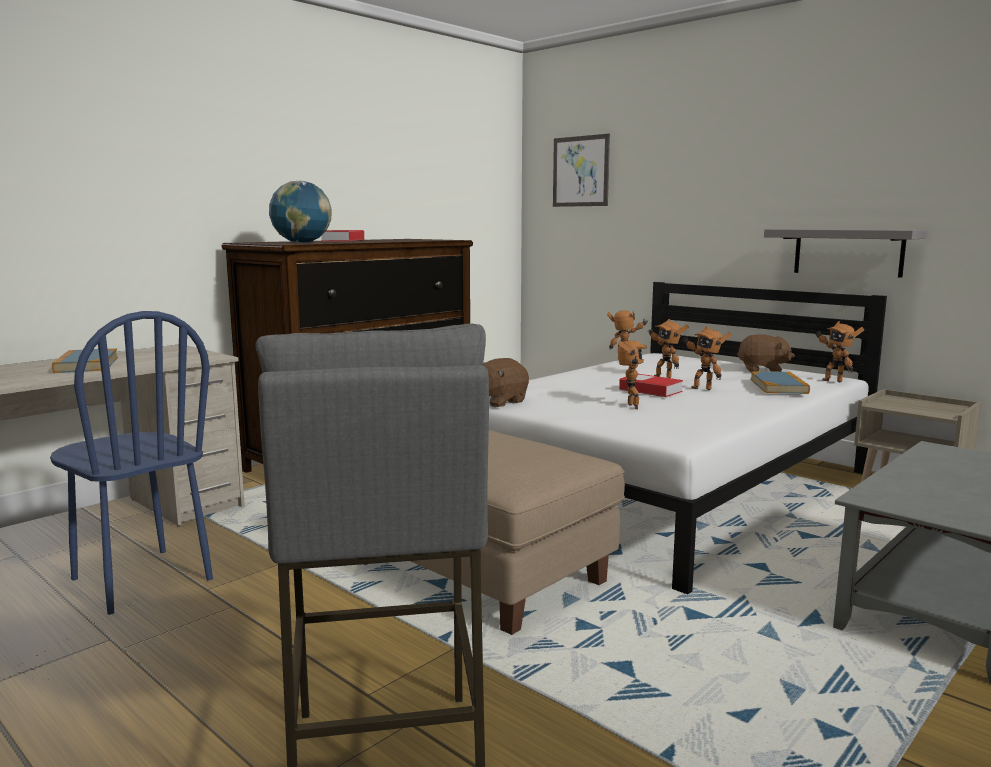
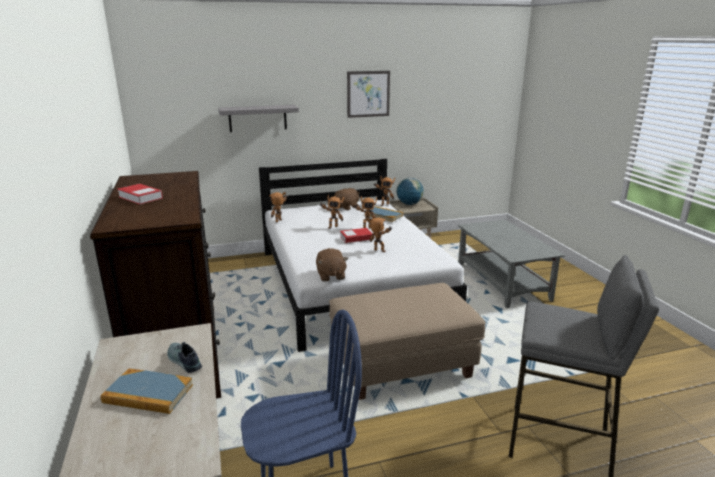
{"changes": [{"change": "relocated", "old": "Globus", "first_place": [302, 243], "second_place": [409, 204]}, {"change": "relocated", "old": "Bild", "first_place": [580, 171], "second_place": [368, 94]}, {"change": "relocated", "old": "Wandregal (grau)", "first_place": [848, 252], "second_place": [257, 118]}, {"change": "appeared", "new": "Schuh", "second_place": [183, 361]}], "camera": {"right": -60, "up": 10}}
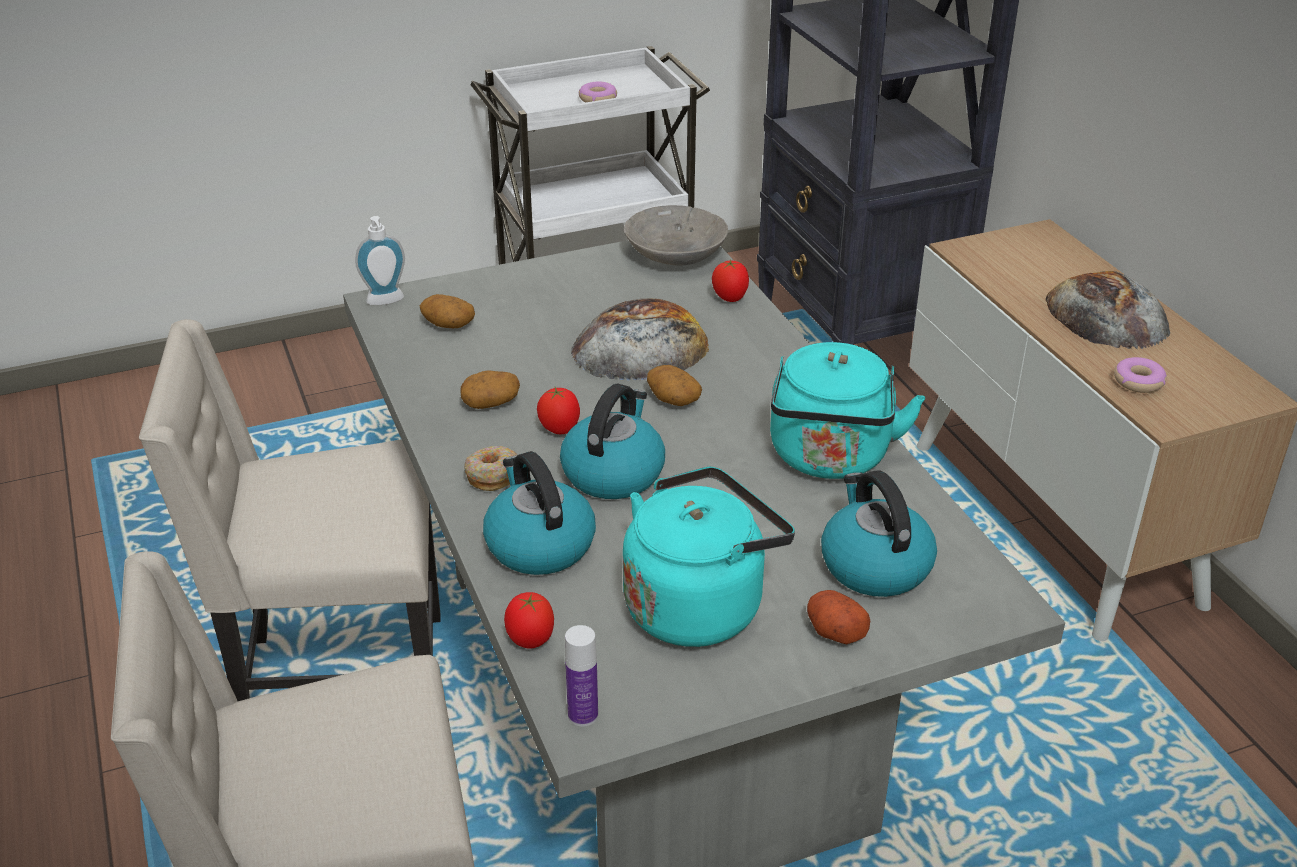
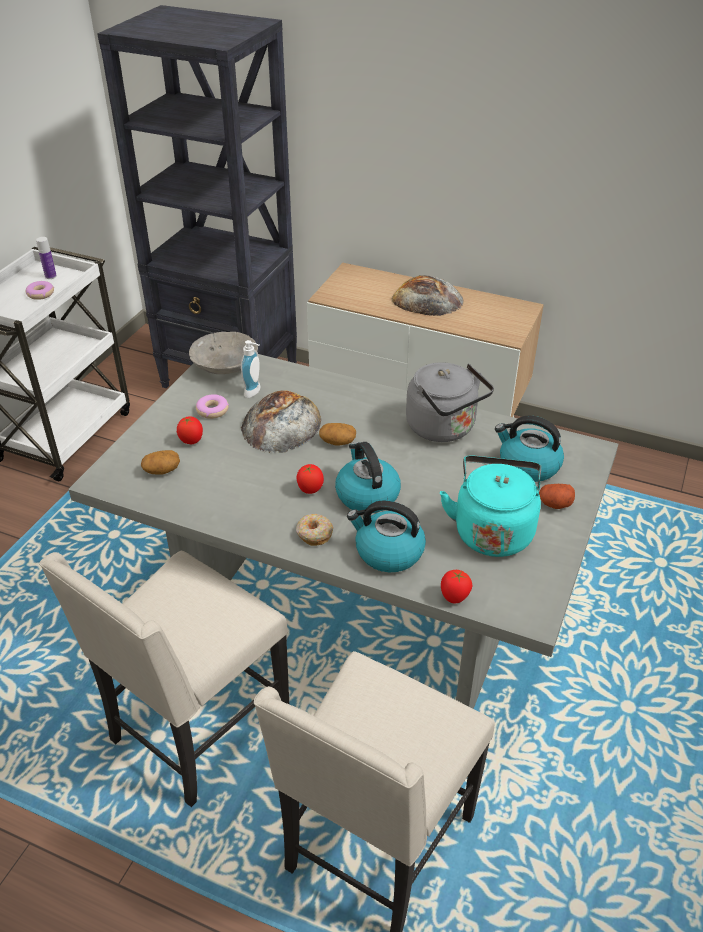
{"changes": [{"change": "relocated", "old": "Seifenspender", "first_place": [386, 302], "second_place": [255, 392]}, {"change": "missing", "old": "Kartoffel", "first_place": [491, 402]}, {"change": "relocated", "old": "Flasche", "first_place": [583, 715], "second_place": [50, 276]}, {"change": "relocated", "old": "Tomate", "first_place": [730, 299], "second_place": [191, 441]}, {"change": "colour", "old": "Wasserkessel (türkis)", "new": "Wasserkessel (grau)", "first_place": [830, 458], "second_place": [444, 428]}, {"change": "relocated", "old": "Donut", "first_place": [1138, 382], "second_place": [212, 410]}], "camera": {"right": -45, "up": 5}}
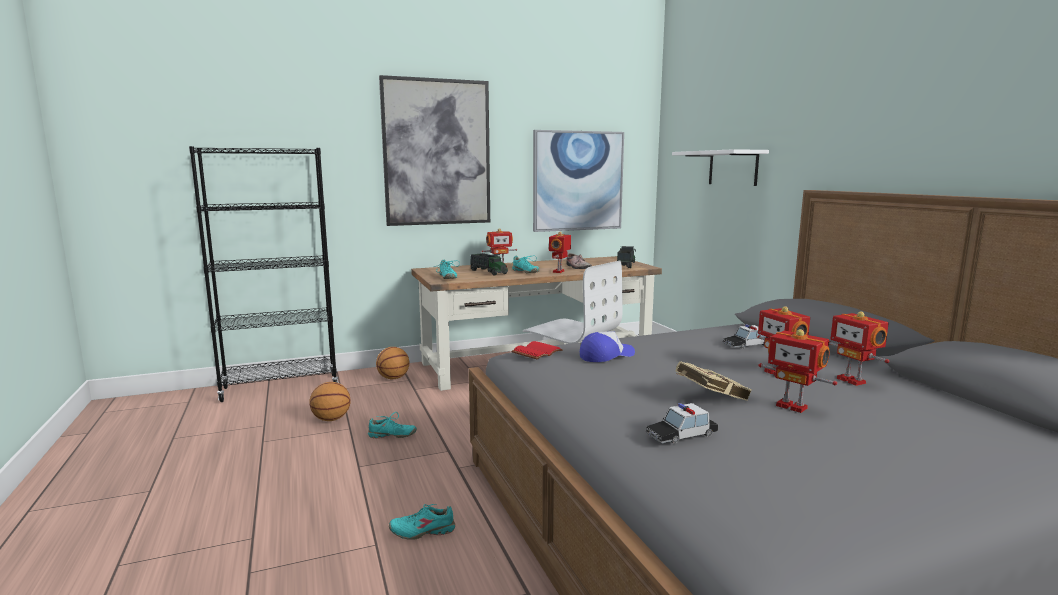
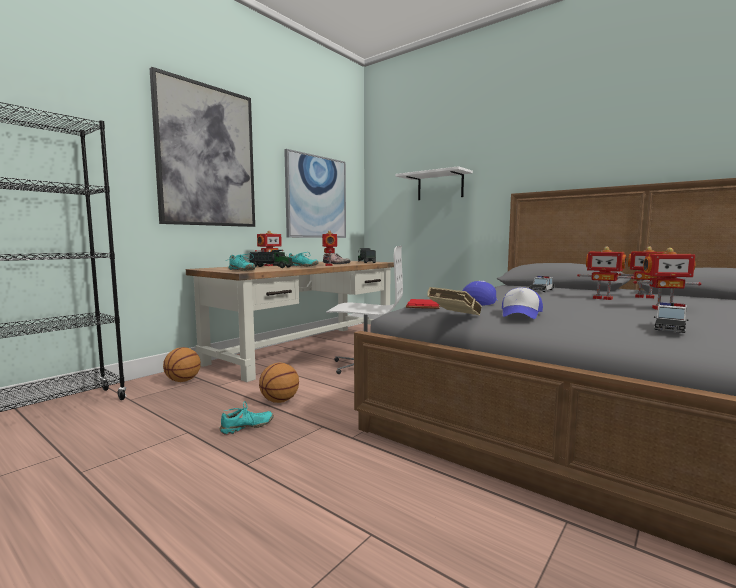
{"changes": [{"change": "relocated", "old": "Basketball", "first_place": [331, 419], "second_place": [279, 401]}, {"change": "missing", "old": "Schuh (türkis)", "first_place": [422, 531]}, {"change": "relocated", "old": "Buch (beige)", "first_place": [708, 398], "second_place": [452, 317]}, {"change": "appeared", "new": "Kappe", "second_place": [521, 314]}], "camera": {"right": -30, "up": -5}}
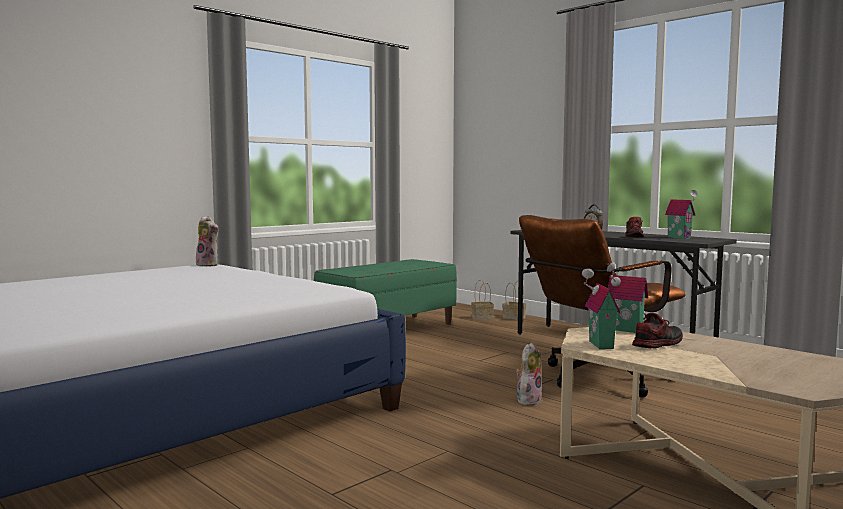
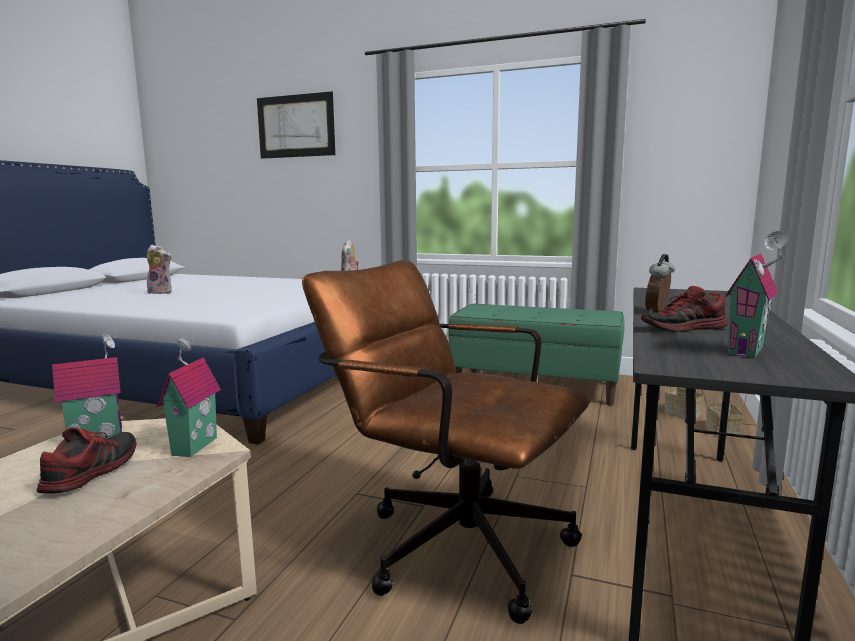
{"changes": [{"change": "relocated", "old": "Plüschtier", "first_place": [528, 400], "second_place": [161, 292]}, {"change": "spun", "old": "Schuh", "first_place": [657, 344], "second_place": [91, 472], "degrees": -105}, {"change": "appeared", "new": "Bild", "second_place": [296, 126]}], "camera": {"right": 65, "up": 5}}
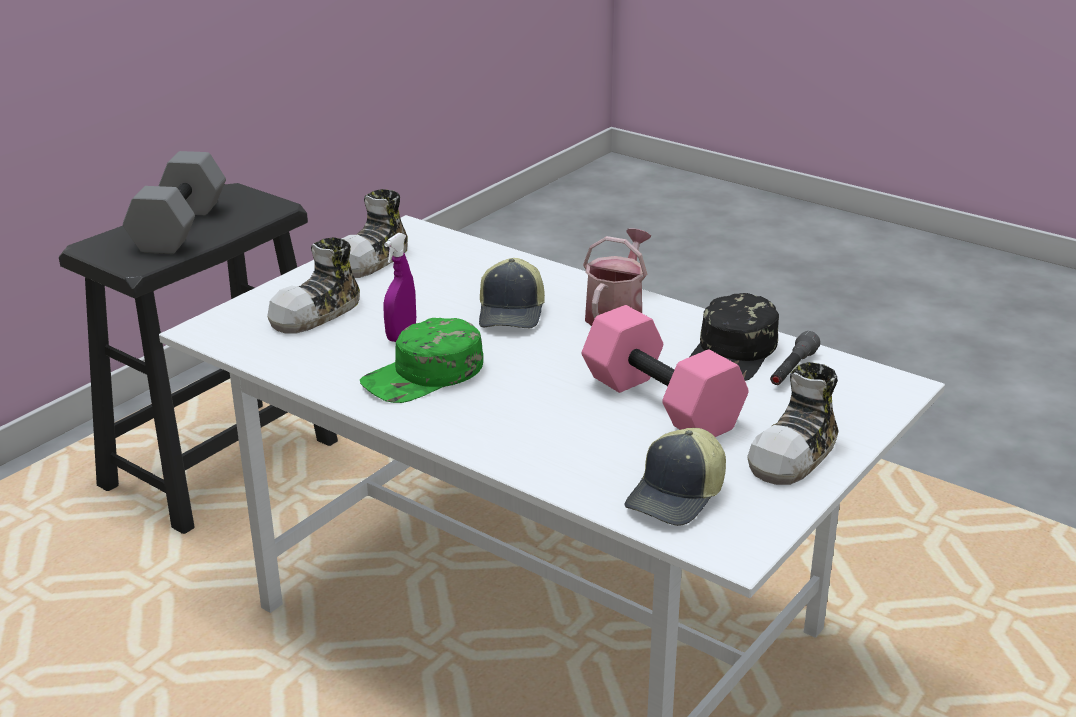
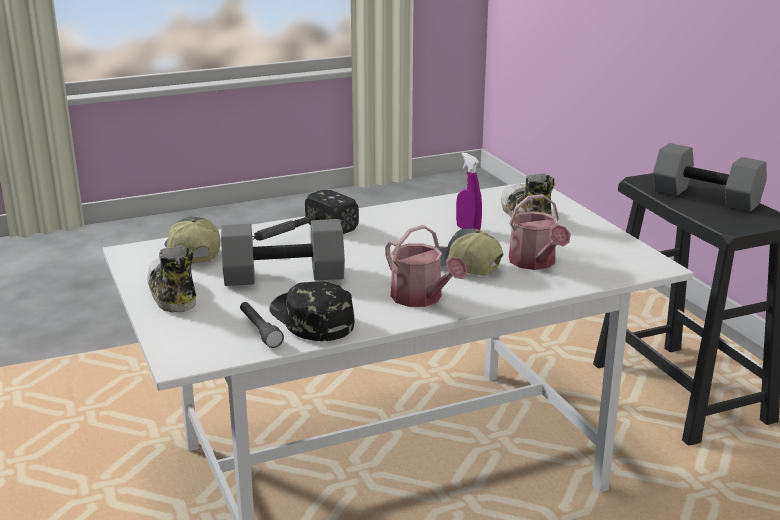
{"changes": [{"change": "missing", "old": "Schuh", "first_place": [373, 260]}, {"change": "missing", "old": "Kappe (grün)", "first_place": [424, 375]}, {"change": "colour", "old": "Hantel (rosa)", "new": "Hantel (grau)", "first_place": [664, 402], "second_place": [282, 277]}, {"change": "appeared", "new": "Hammer", "second_place": [299, 237]}, {"change": "appeared", "new": "Gießkanne", "second_place": [535, 263]}], "camera": {"right": 120, "up": -5}}
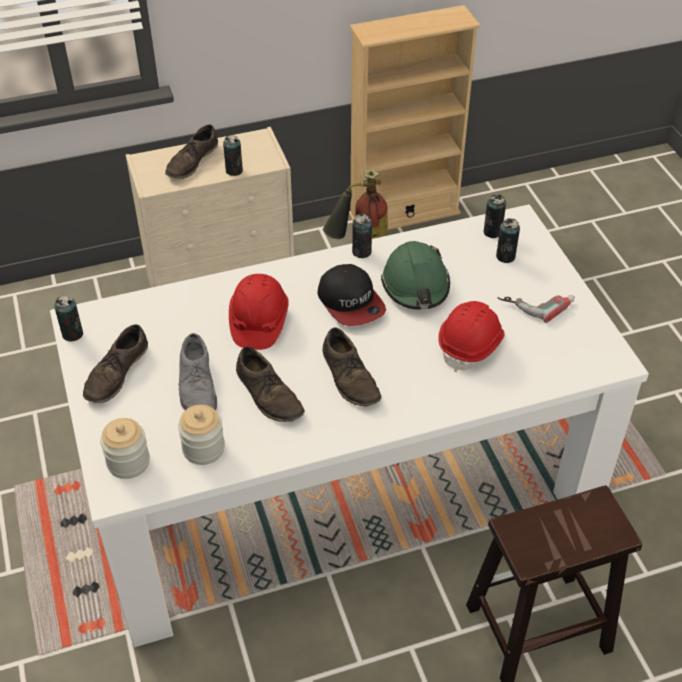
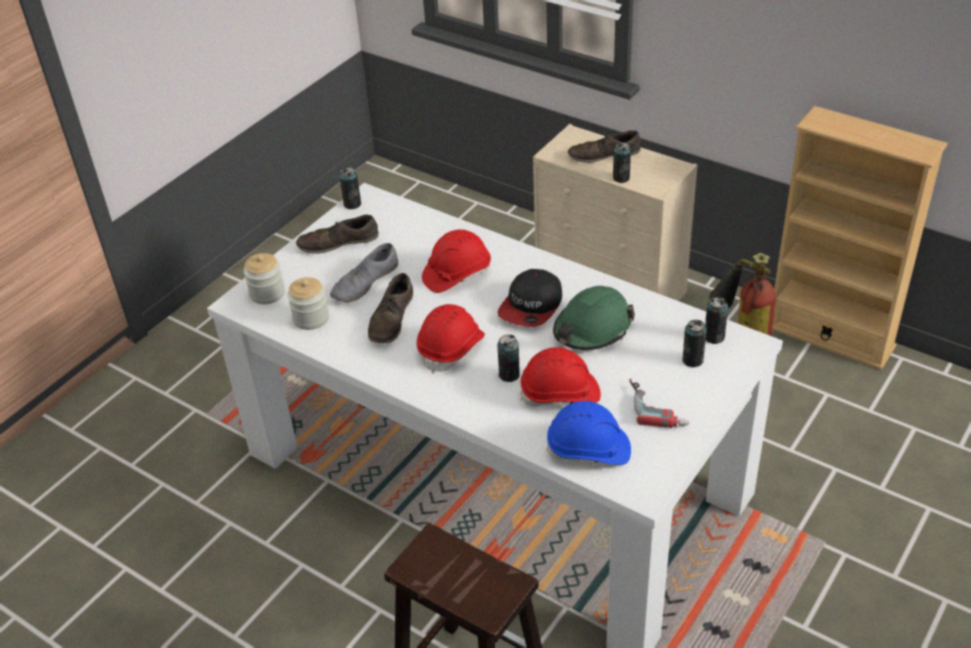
{"changes": [{"change": "exchanged", "old": "Schuh (braun)", "new": "Schutzhelm (rot)", "first_place": [350, 377], "second_place": [452, 348]}, {"change": "relocated", "old": "Dose", "first_place": [361, 252], "second_place": [509, 375]}, {"change": "appeared", "new": "Schutzhelm (blau)", "second_place": [589, 450]}], "camera": {"right": 55, "up": -5}}
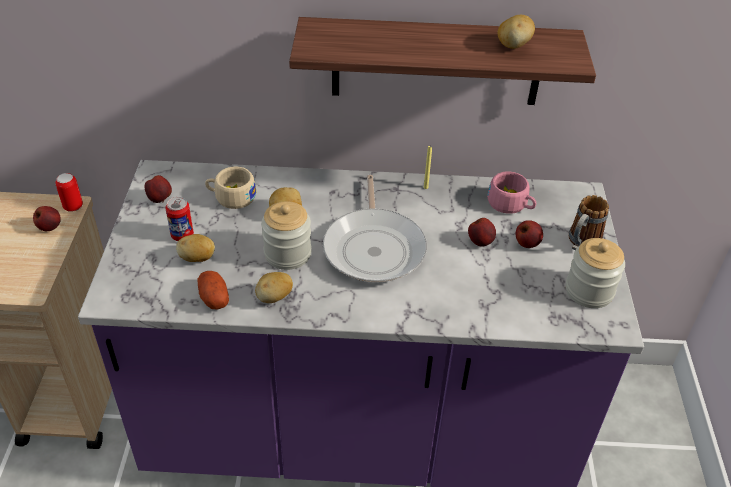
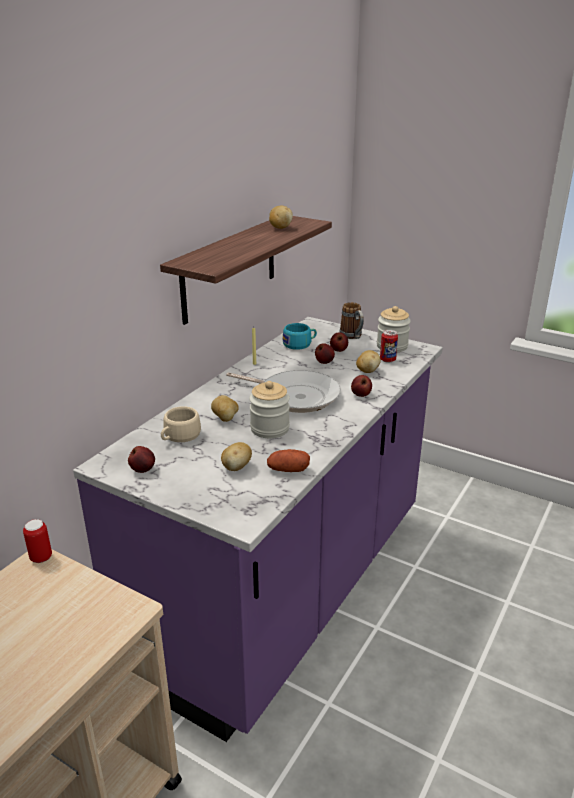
{"changes": [{"change": "relocated", "old": "Apfel", "first_place": [49, 227], "second_place": [361, 395]}, {"change": "relocated", "old": "Dose", "first_place": [182, 235], "second_place": [387, 360]}, {"change": "relocated", "old": "Kartoffel", "first_place": [274, 298], "second_place": [367, 371]}, {"change": "colour", "old": "Tasse (rosa)", "new": "Tasse (türkis)", "first_place": [511, 204], "second_place": [300, 344]}], "camera": {"right": -60, "up": -15}}
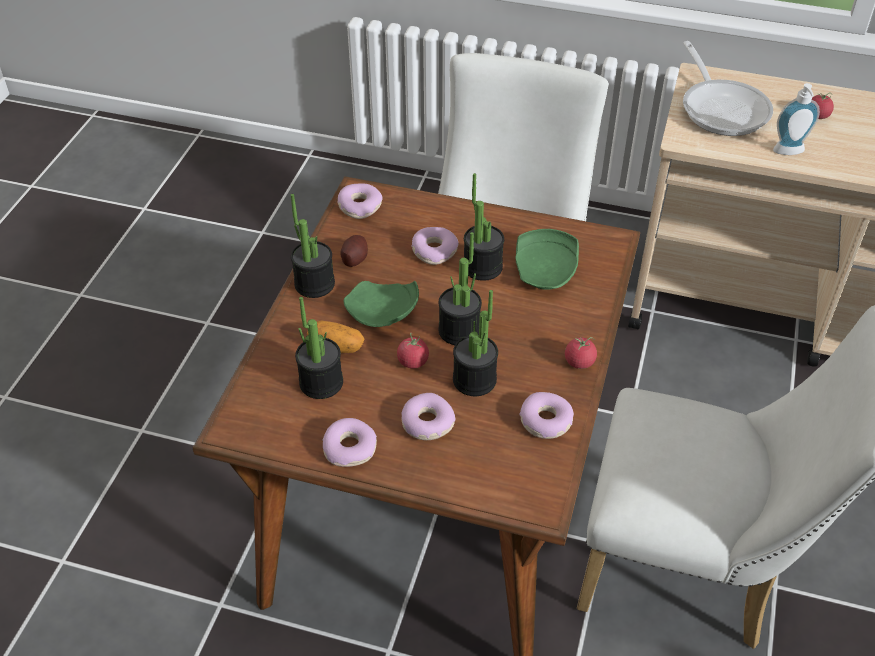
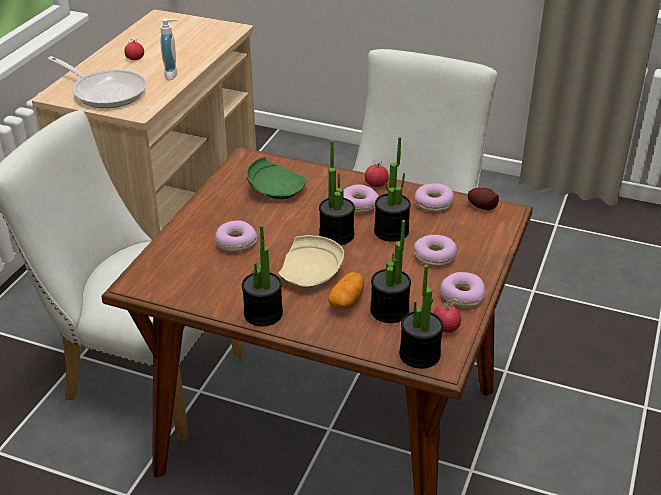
{"changes": [{"change": "relocated", "old": "Donut", "first_place": [359, 206], "second_place": [358, 205]}, {"change": "relocated", "old": "Kartoffel", "first_place": [354, 258], "second_place": [481, 206]}, {"change": "colour", "old": "Teller (grün)", "new": "Teller (beige)", "first_place": [382, 314], "second_place": [311, 274]}, {"change": "relocated", "old": "Tomate", "first_place": [413, 361], "second_place": [445, 328]}, {"change": "relocated", "old": "Topfpflanze", "first_place": [482, 267], "second_place": [419, 354]}, {"change": "spun", "old": "Pfanne", "first_place": [722, 108], "second_place": [105, 91], "degrees": 45}], "camera": {"right": -85, "up": -10}}
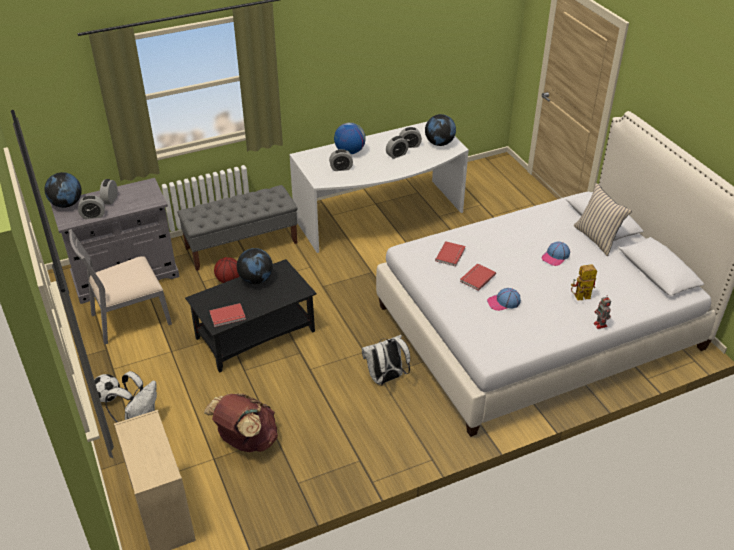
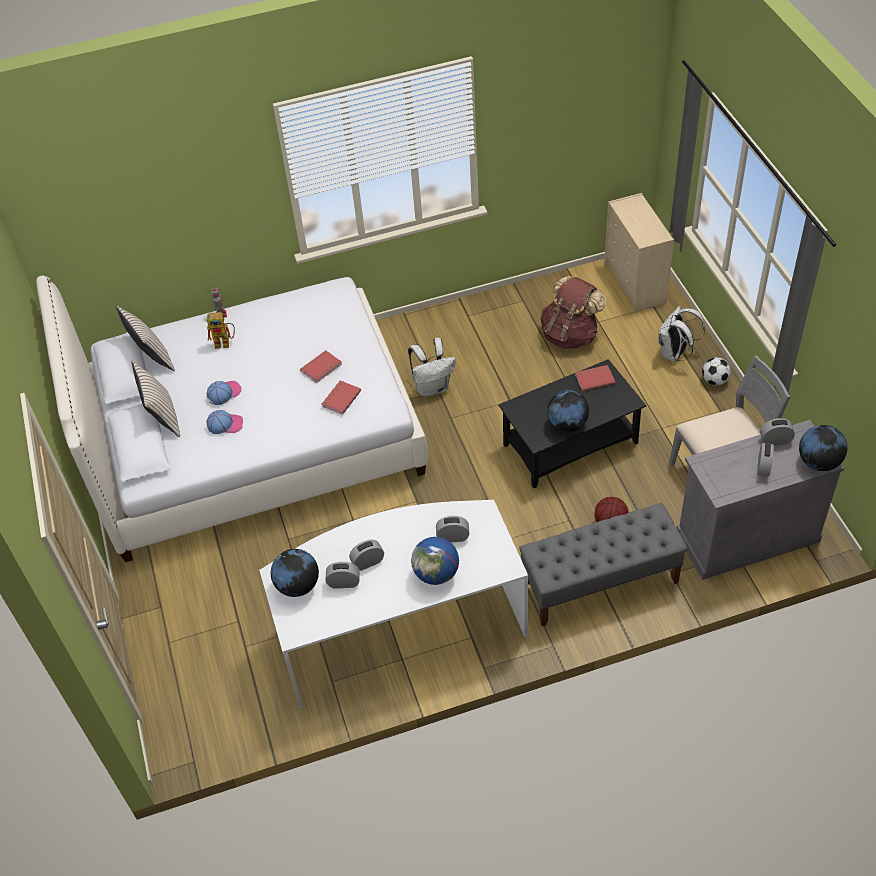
{"changes": [{"change": "relocated", "old": "Kappe", "first_place": [503, 302], "second_place": [225, 424]}, {"change": "appeared", "new": "Kissen (beige)", "second_place": [152, 358]}], "camera": {"right": -170, "up": 10}}
